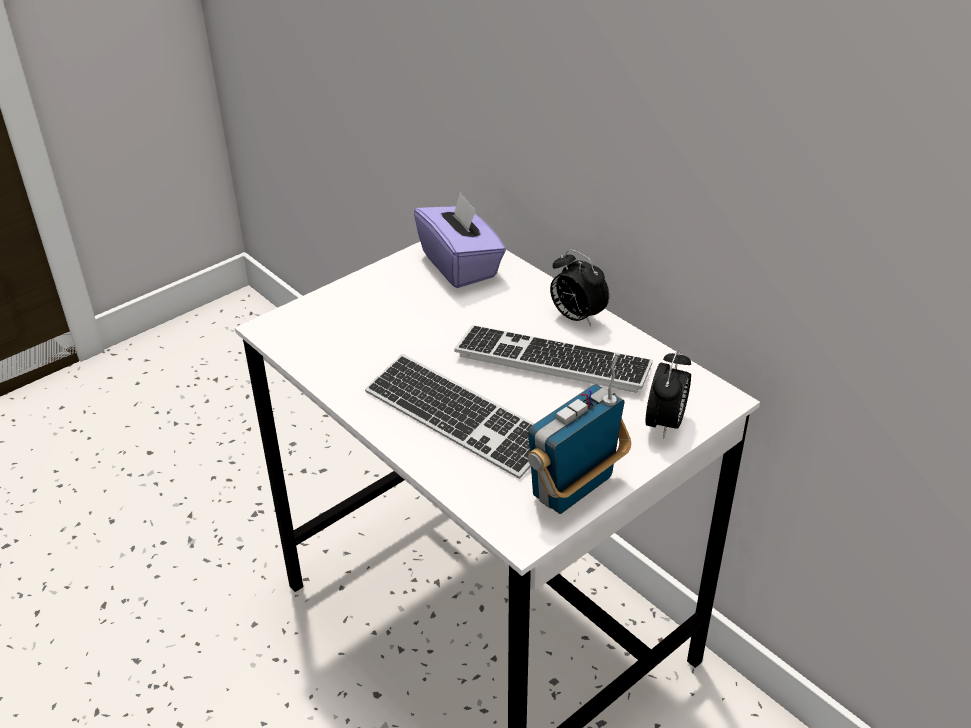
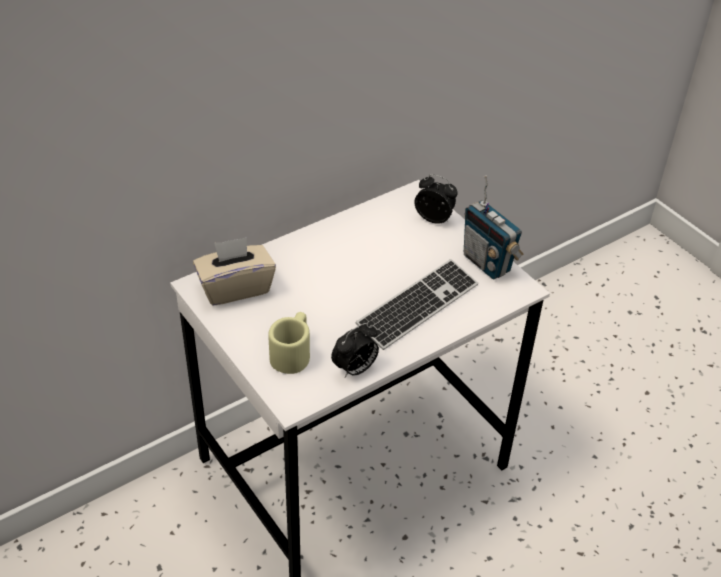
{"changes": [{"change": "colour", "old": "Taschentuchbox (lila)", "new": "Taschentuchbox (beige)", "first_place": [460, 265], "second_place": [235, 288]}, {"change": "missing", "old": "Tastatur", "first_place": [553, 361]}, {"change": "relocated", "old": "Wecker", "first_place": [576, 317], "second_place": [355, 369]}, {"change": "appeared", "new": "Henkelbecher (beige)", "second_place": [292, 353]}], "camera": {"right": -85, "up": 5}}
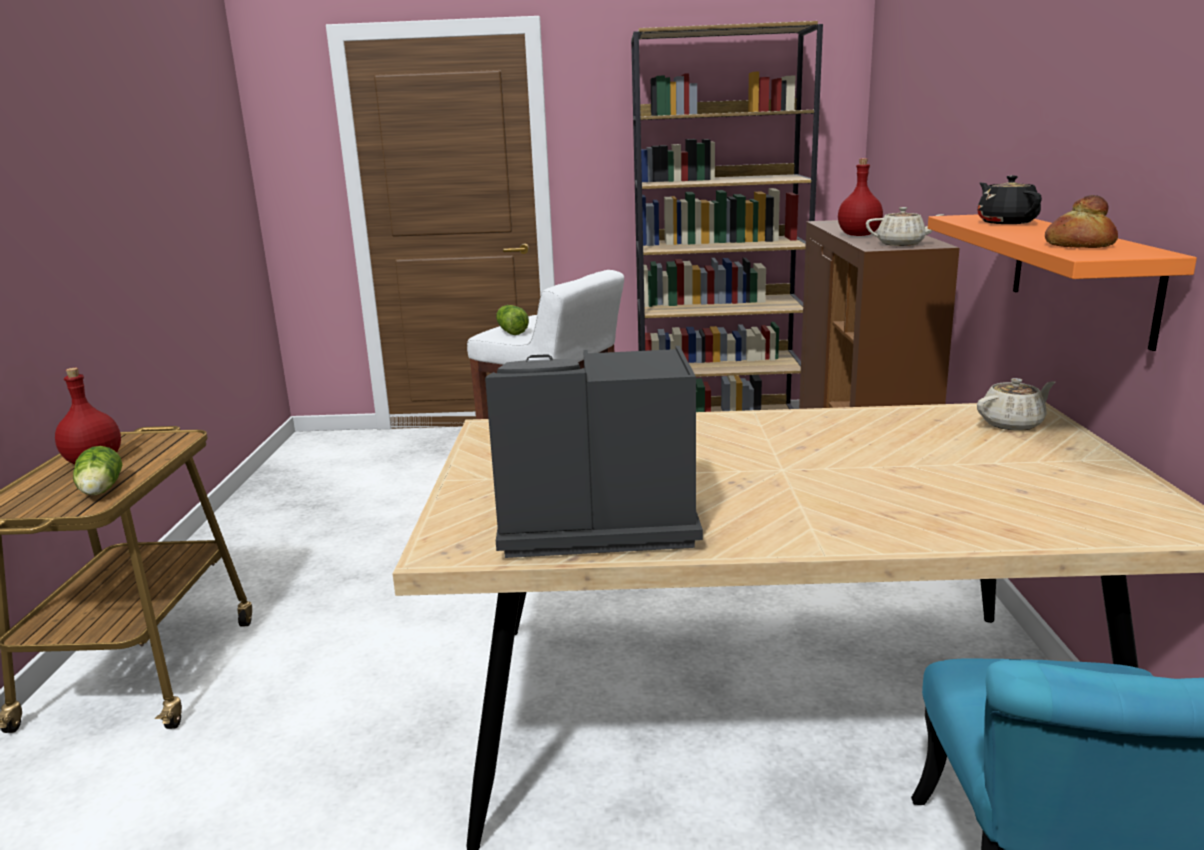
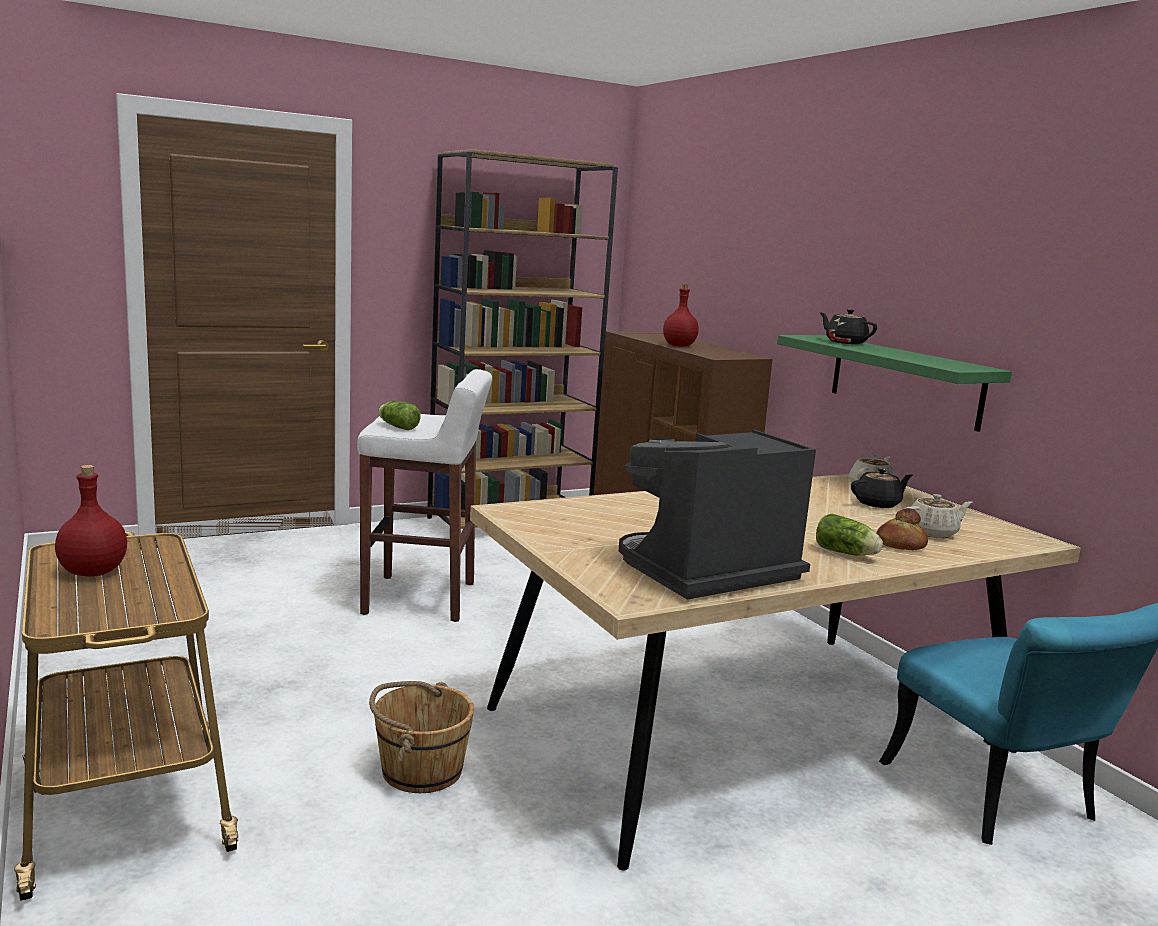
{"changes": [{"change": "relocated", "old": "Salatkopf", "first_place": [100, 491], "second_place": [847, 554]}, {"change": "relocated", "old": "Teekanne (beige)", "first_place": [902, 244], "second_place": [932, 533]}, {"change": "colour", "old": "Wandregal (orange)", "new": "Wandregal (grün)", "first_place": [1081, 274], "second_place": [904, 381]}, {"change": "relocated", "old": "Brot", "first_place": [1078, 245], "second_place": [900, 544]}, {"change": "appeared", "new": "Eimer (braun)", "second_place": [420, 770]}, {"change": "appeared", "new": "Teekanne (schwarz)", "second_place": [878, 504]}], "camera": {"right": -30, "up": -5}}
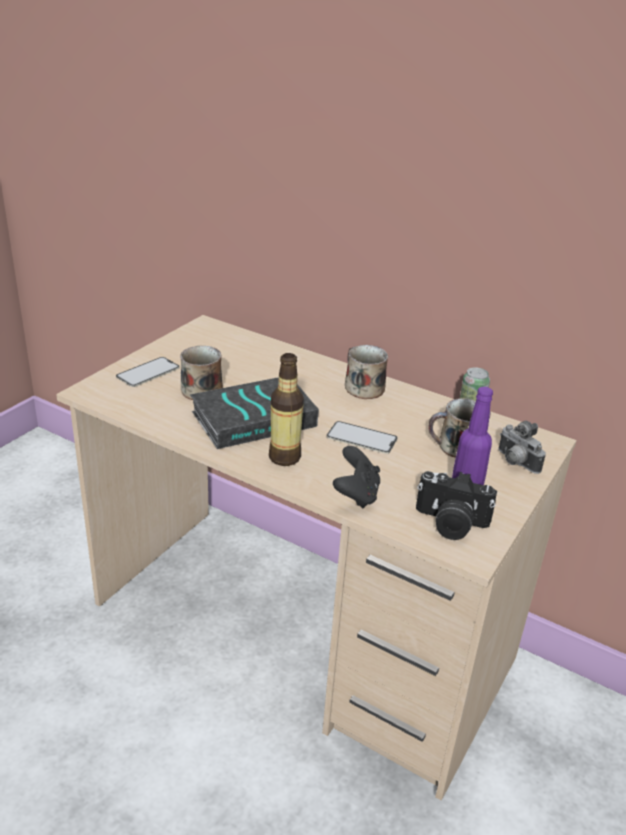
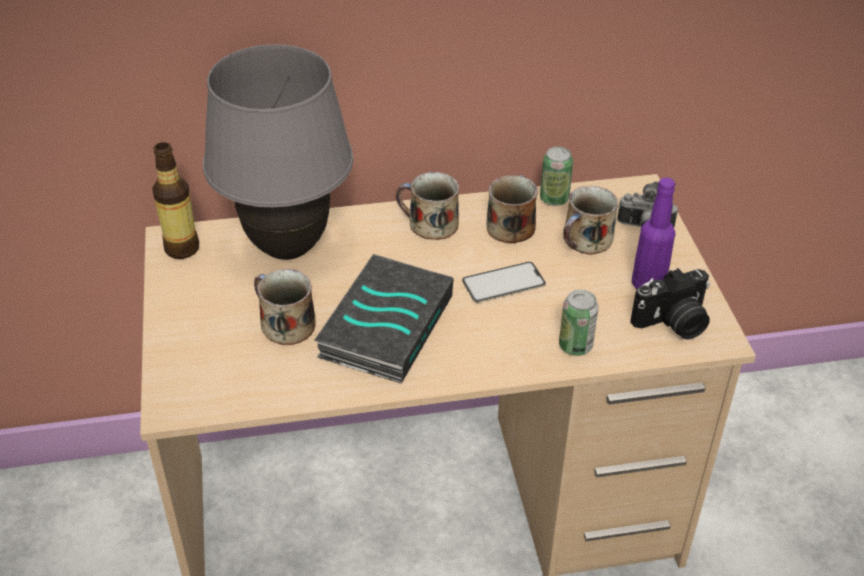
{"changes": [{"change": "missing", "old": "Handy", "first_place": [148, 372]}, {"change": "relocated", "old": "Flasche", "first_place": [284, 457], "second_place": [182, 249]}, {"change": "exchanged", "old": "Gamepad (schwarz)", "new": "Dose", "first_place": [356, 494], "second_place": [575, 346]}, {"change": "appeared", "new": "Tischlampe (grau)", "second_place": [288, 248]}, {"change": "appeared", "new": "Henkelbecher", "second_place": [510, 225]}], "camera": {"right": -40, "up": 10}}
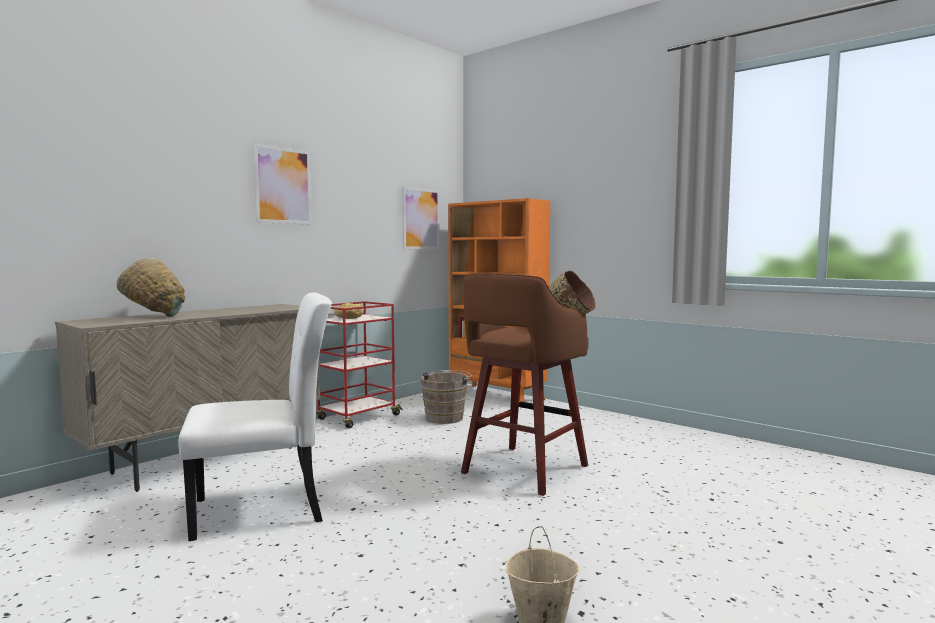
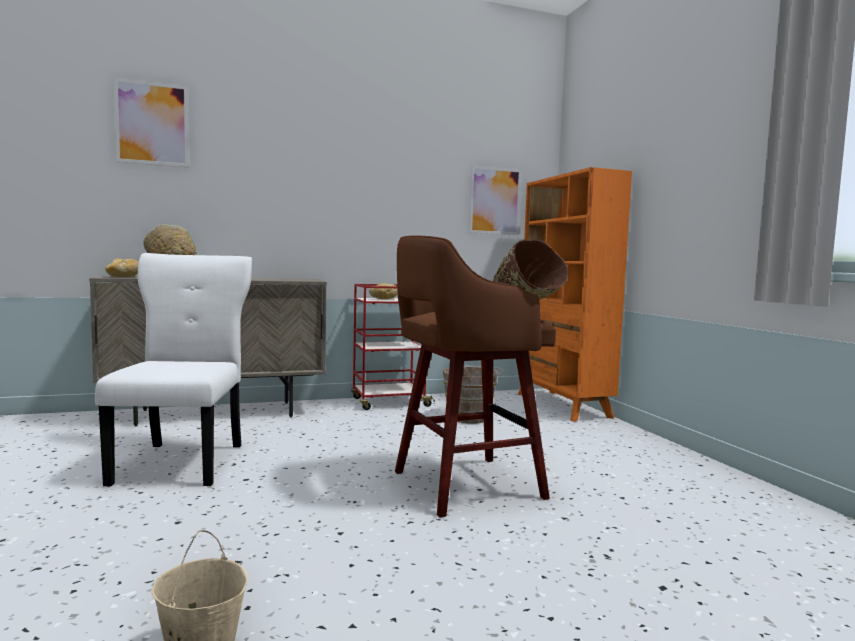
{"changes": [{"change": "spun", "old": "Stuhl (weiß)", "first_place": [264, 510], "second_place": [183, 462], "degrees": -105}, {"change": "relocated", "old": "Bild", "first_place": [283, 185], "second_place": [152, 123]}, {"change": "appeared", "new": "Brot", "second_place": [123, 277]}], "camera": {"right": 30, "up": 0}}
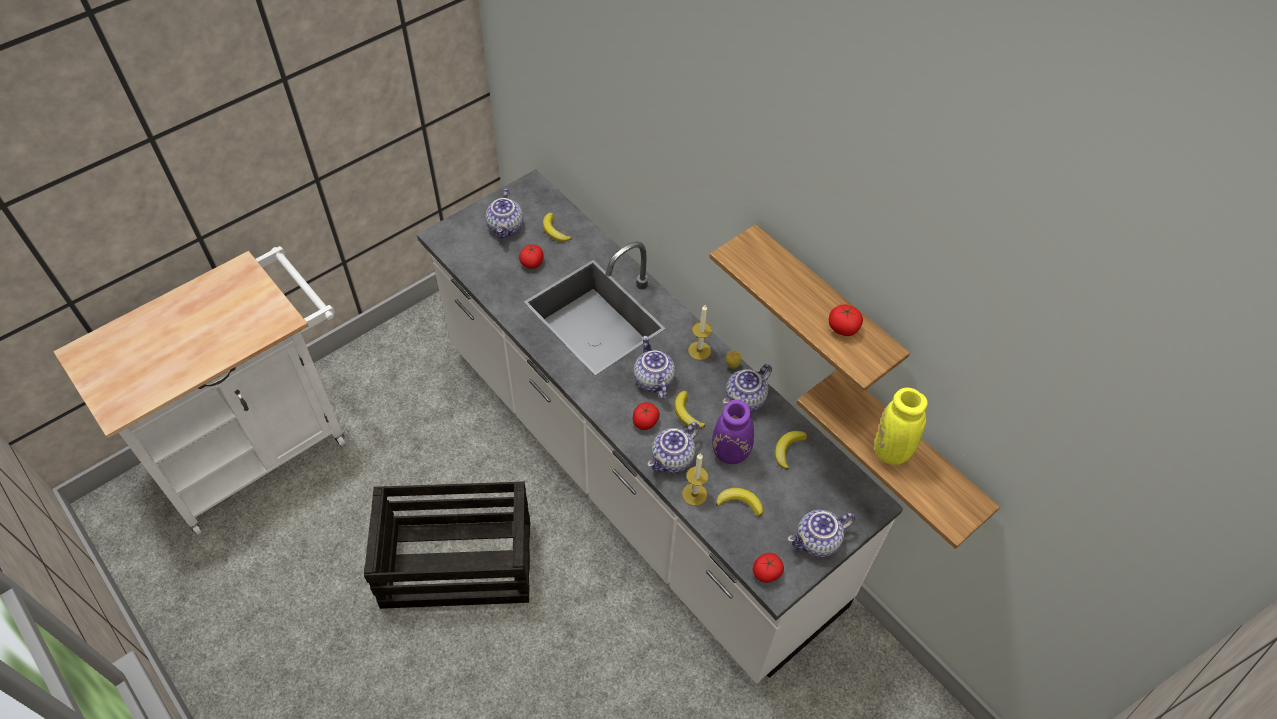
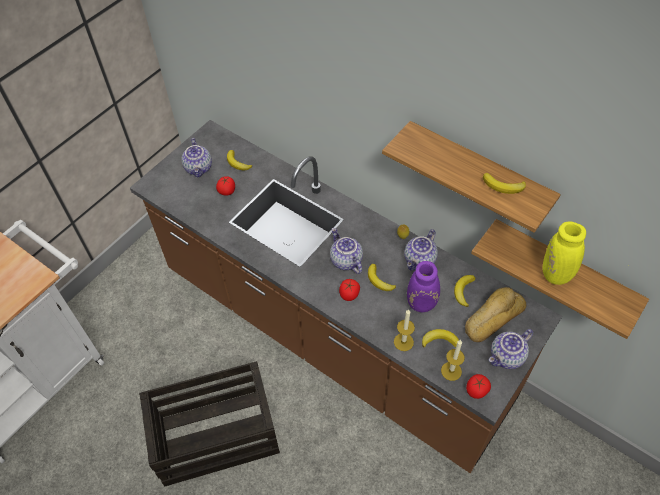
{"changes": [{"change": "colour", "old": "Küchenzeile (weiß)", "new": "Küchenzeile (braun)", "first_place": [634, 474], "second_place": [332, 335]}, {"change": "missing", "old": "Teekanne", "first_place": [673, 460]}, {"change": "relocated", "old": "Kerze", "first_place": [699, 350], "second_place": [451, 371]}, {"change": "exchanged", "old": "Tomate", "new": "Banane", "first_place": [842, 328], "second_place": [503, 186]}, {"change": "appeared", "new": "Brot", "second_place": [492, 317]}], "camera": {"right": -10, "up": 0}}
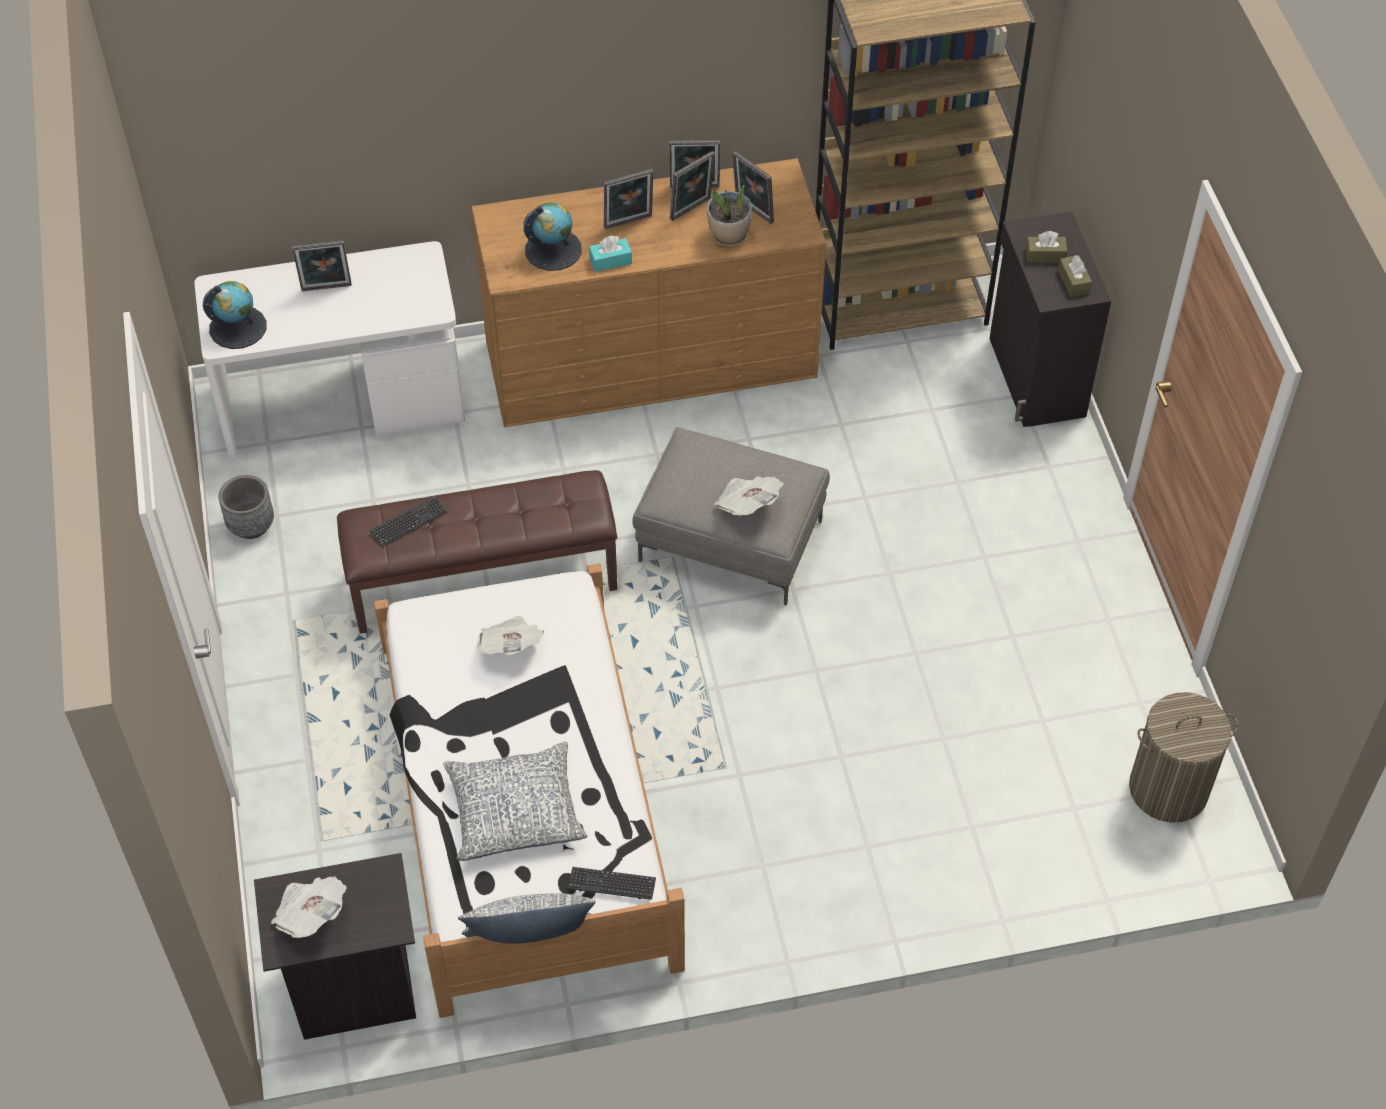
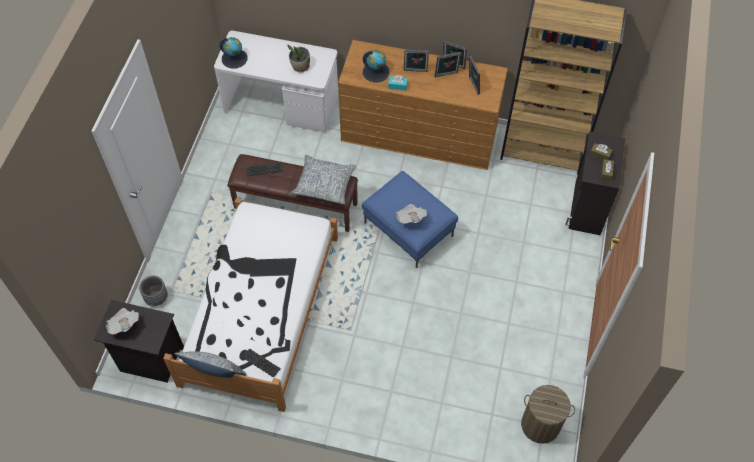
{"changes": [{"change": "relocated", "old": "Pflanzkübel (grau)", "first_place": [251, 526], "second_place": [156, 298]}, {"change": "missing", "old": "Bilderrahmen", "first_place": [326, 289]}, {"change": "relocated", "old": "Kissen", "first_place": [515, 811], "second_place": [324, 184]}, {"change": "missing", "old": "Zeitung", "first_place": [511, 646]}, {"change": "colour", "old": "Polsterhocker (grau)", "new": "Polsterhocker (blau)", "first_place": [732, 540], "second_place": [409, 229]}, {"change": "relocated", "old": "Topfpflanze", "first_place": [729, 236], "second_place": [300, 67]}], "camera": {"right": 25, "up": 5}}
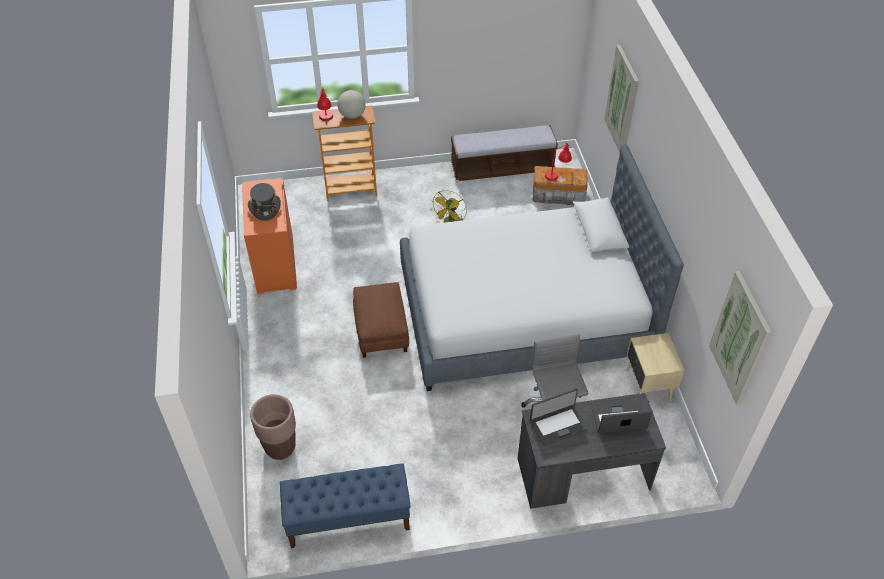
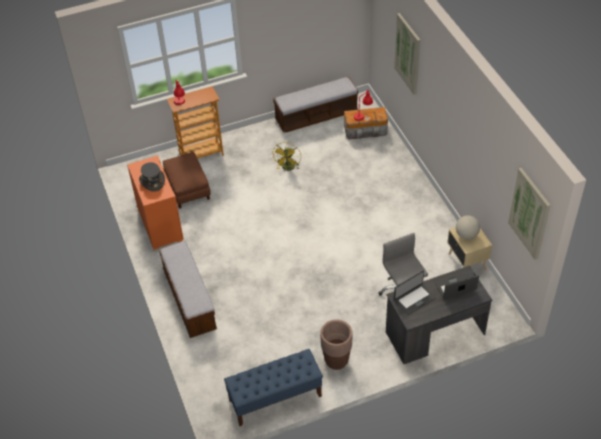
{"changes": [{"change": "relocated", "old": "Pflanzkübel (braun)", "first_place": [280, 448], "second_place": [336, 361]}, {"change": "relocated", "old": "Globus", "first_place": [352, 115], "second_place": [466, 235]}, {"change": "relocated", "old": "Polsterhocker (braun)", "first_place": [382, 331], "second_place": [188, 189]}, {"change": "missing", "old": "Bett", "first_place": [523, 312]}, {"change": "appeared", "new": "Bank", "second_place": [189, 299]}], "camera": {"right": -10, "up": 0}}
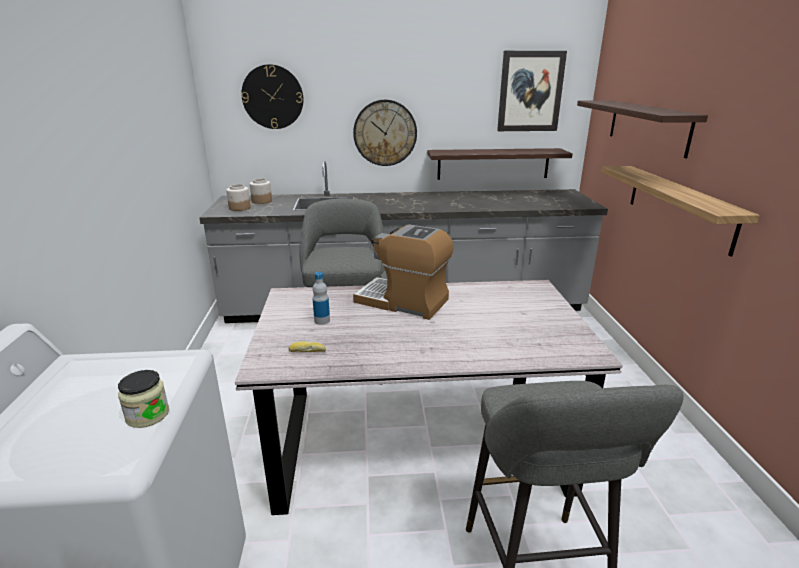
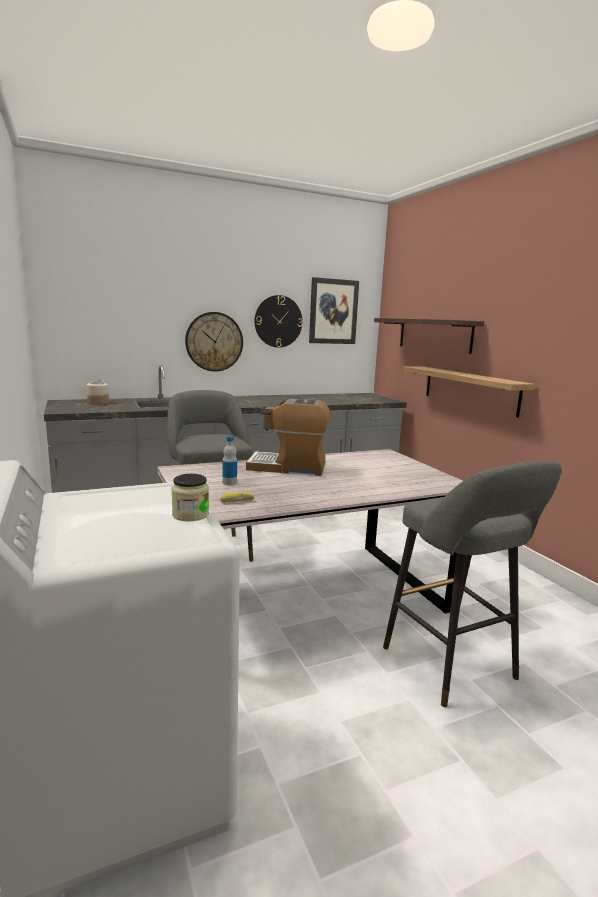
{"changes": [{"change": "missing", "old": "Vorratsglas", "first_place": [239, 208]}, {"change": "relocated", "old": "Wanduhr", "first_place": [272, 97], "second_place": [278, 321]}, {"change": "missing", "old": "Wandregal", "first_place": [493, 164]}], "camera": {"right": -20, "up": -10}}
